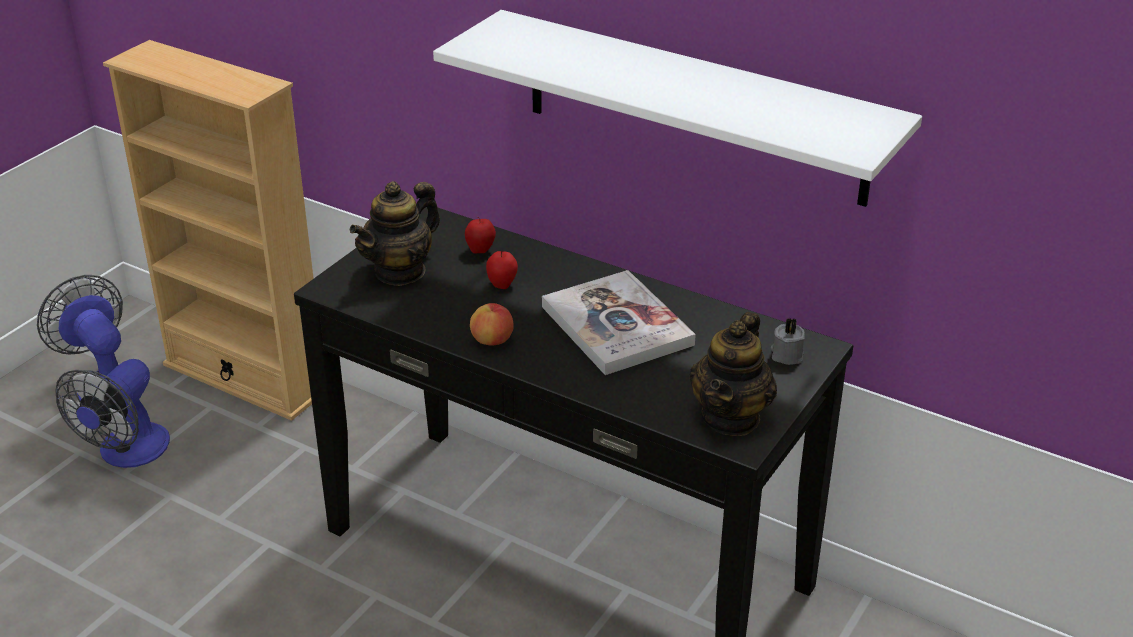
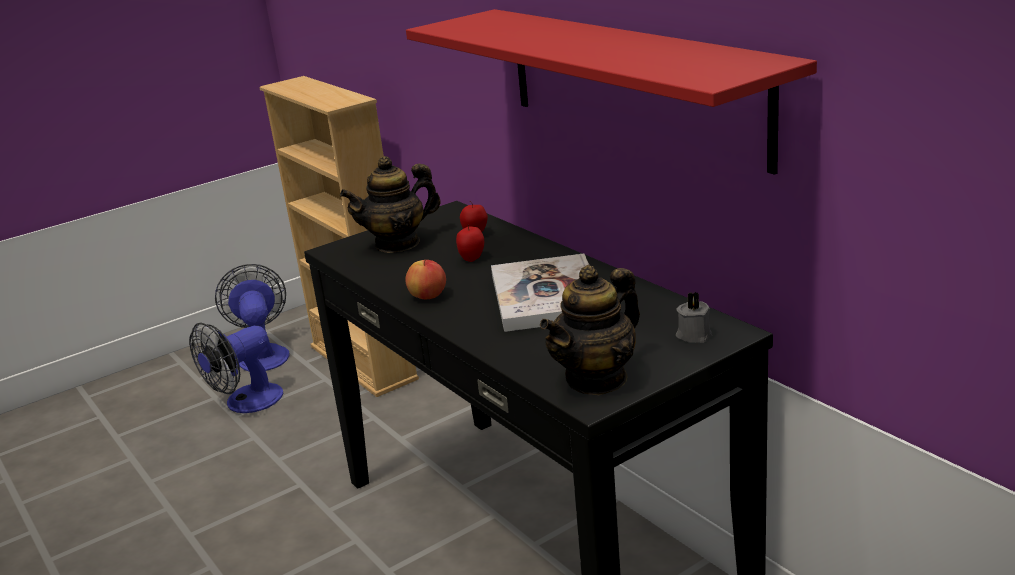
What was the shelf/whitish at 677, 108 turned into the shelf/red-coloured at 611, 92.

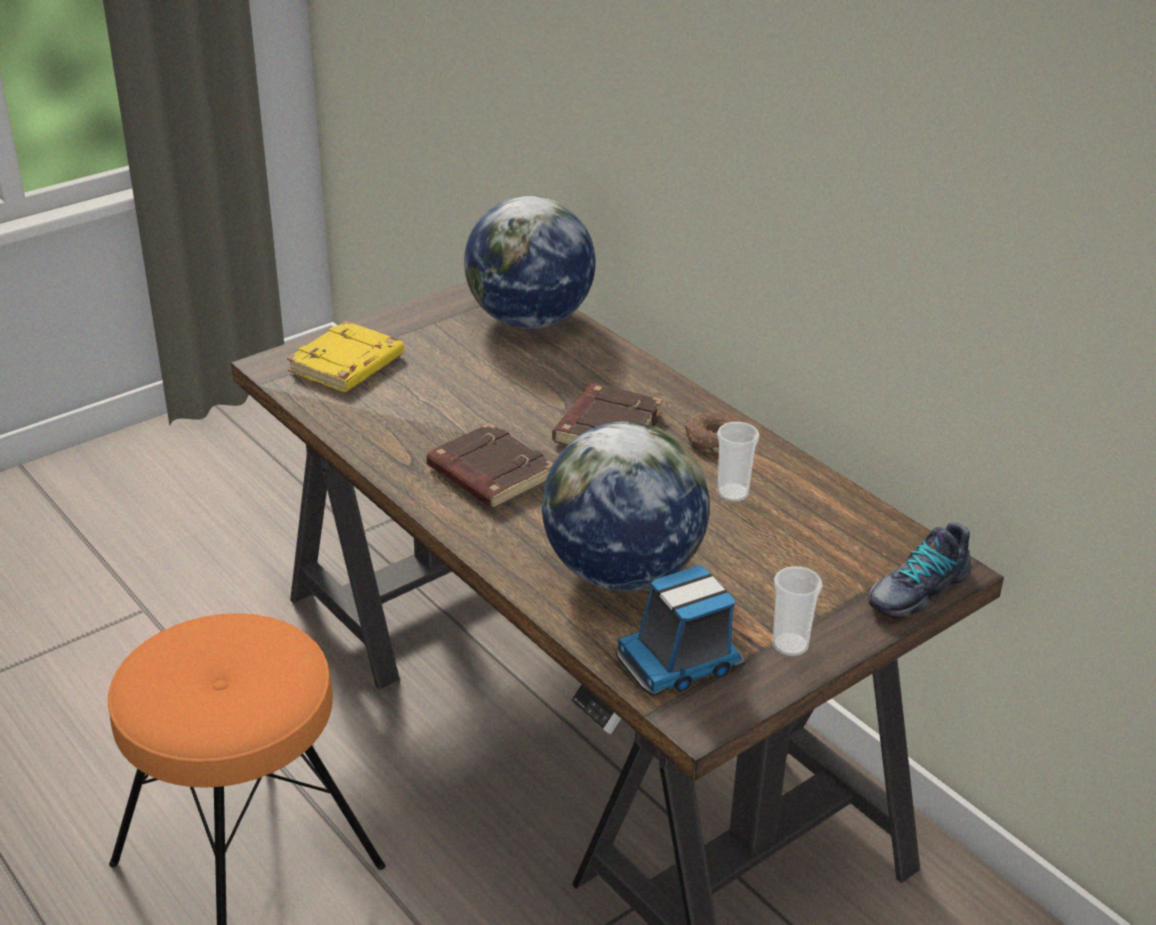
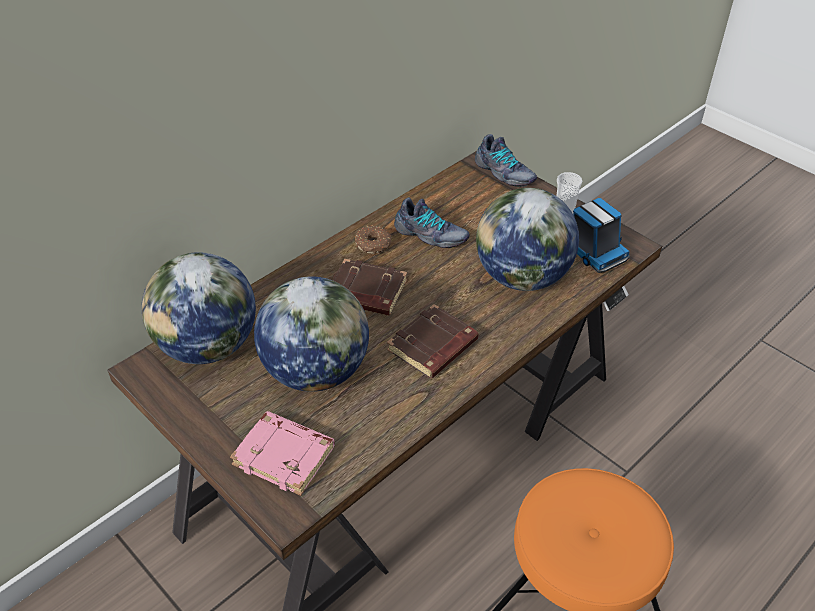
What was the book/yellow at 345, 356 turned into the book/pinkish at 282, 453. Where the small cup stood at 738, 462, the item of footwear came to stand at 431, 222. The second view gained the desk globe at 311, 334.

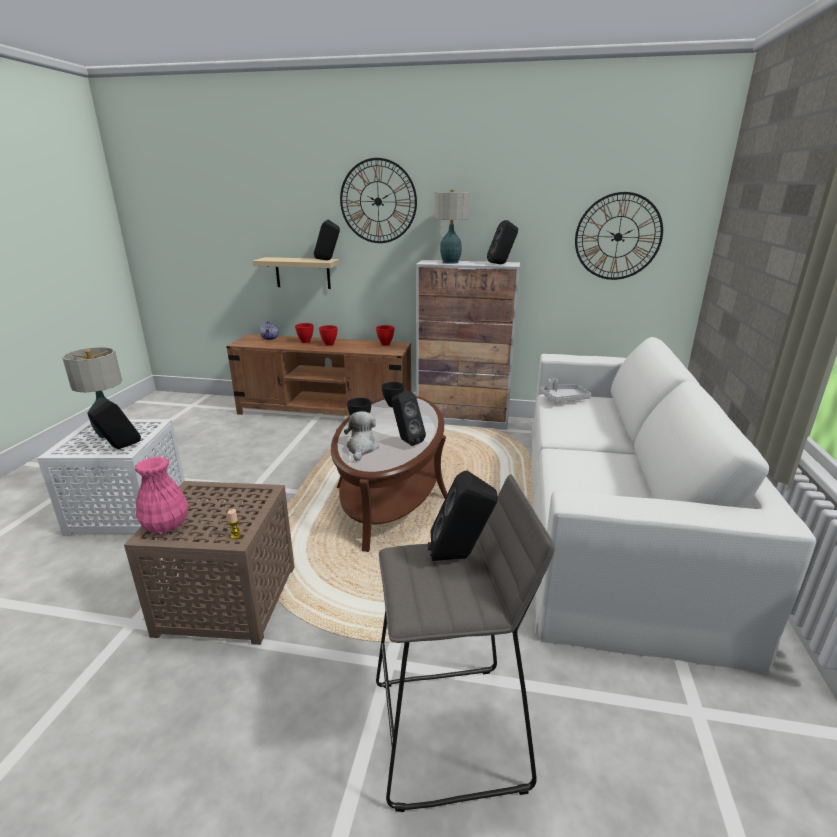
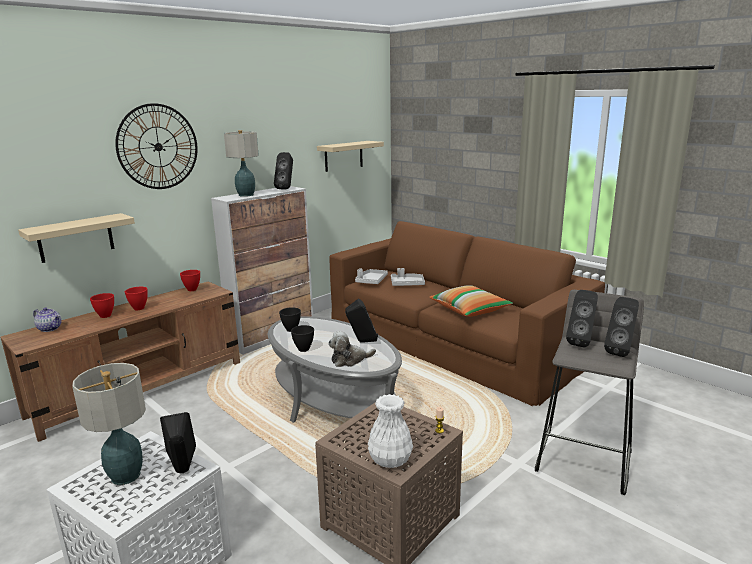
What was the vase/pinkish at 162, 494 turned into the vase/whitish at 390, 431. The loudspeaker/blackish ended up elsewhere, having gone from 327, 240 to 621, 327. What was the coffee table/brownish at 389, 474 turned into the coffee table/grey at 335, 369. The soft toy at 361, 436 ended up facing another way, 60 degrees counterclockwise from before. What was the sofa/whitish at 673, 505 turned into the sofa/brownish at 467, 313. Where the clock on the wall hung at 619, 236, the shelf/beige-coloured came to hang at 350, 156. The second view gained the carrying tray/grey at 408, 277. The second view gained the throw pillow at 471, 301.

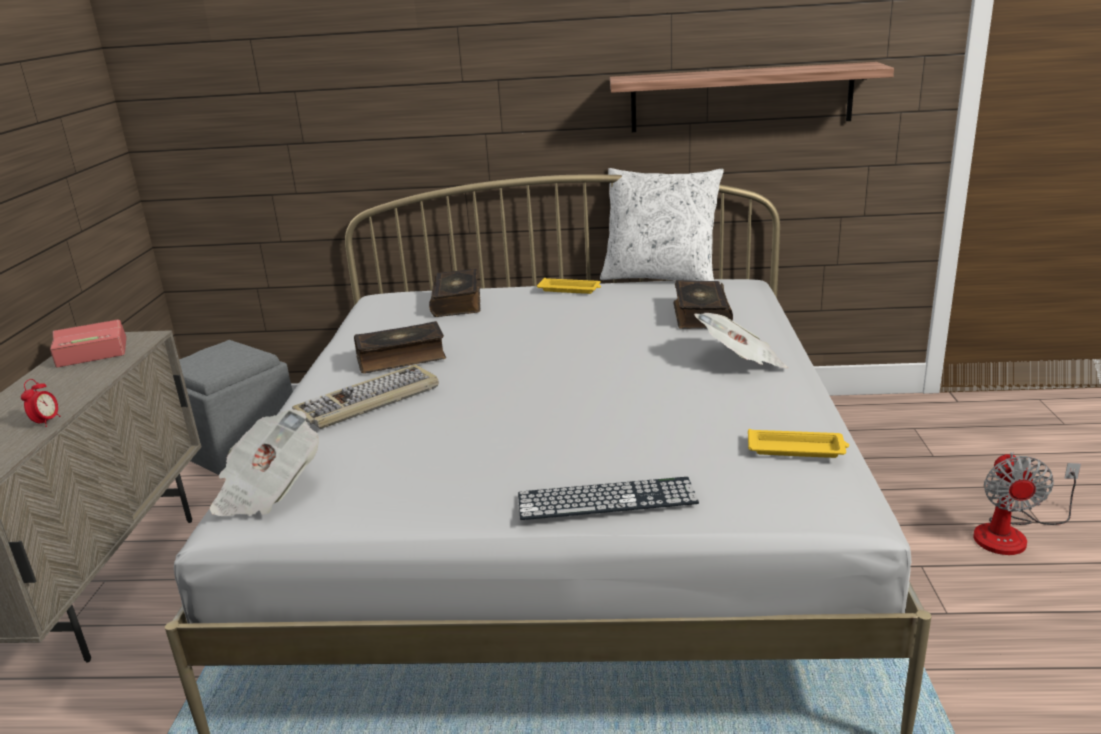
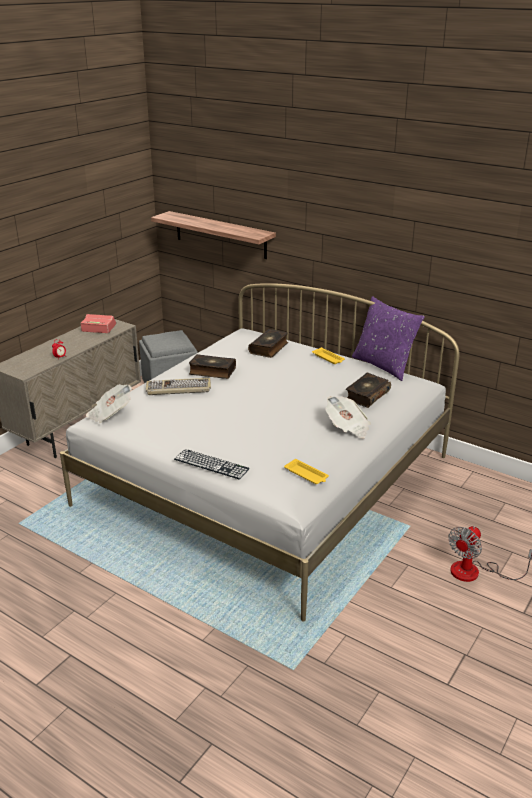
What was the throw pillow/whitish at 662, 224 turned into the throw pillow/purple-coloured at 388, 338. The shelf ended up elsewhere, having gone from 752, 97 to 213, 235.

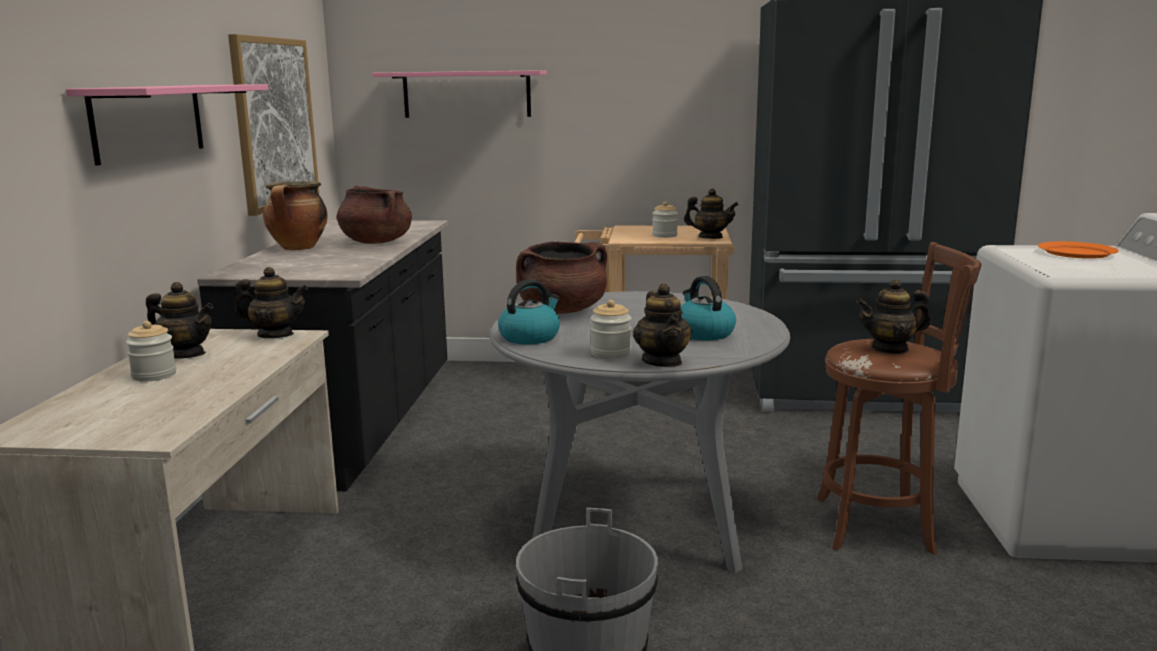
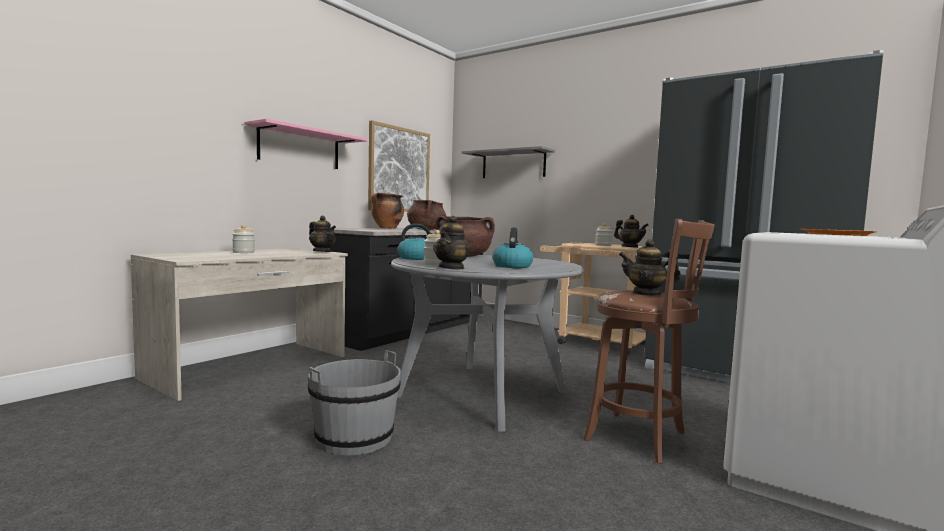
The second view lost the pot for tea at 179, 320. What was the shelf/pinkish at 459, 94 turned into the shelf/grey at 508, 162.

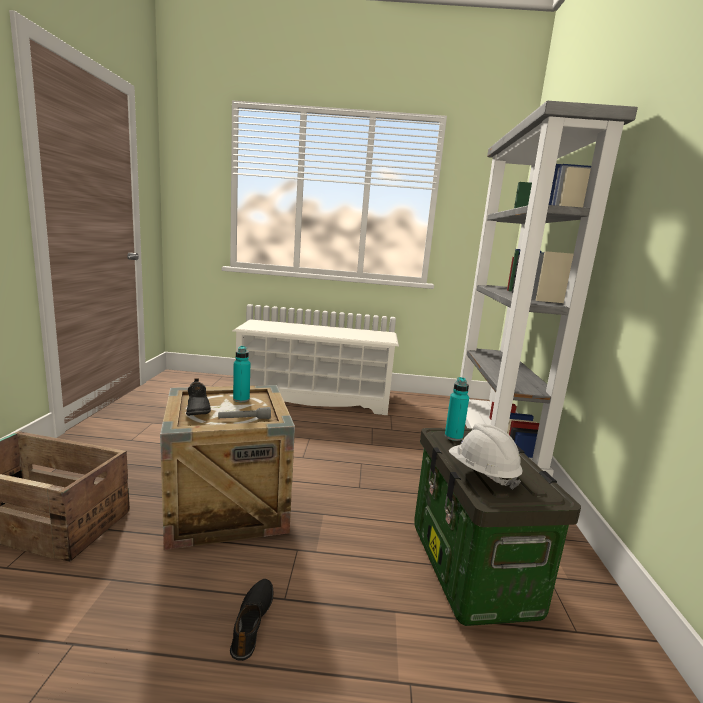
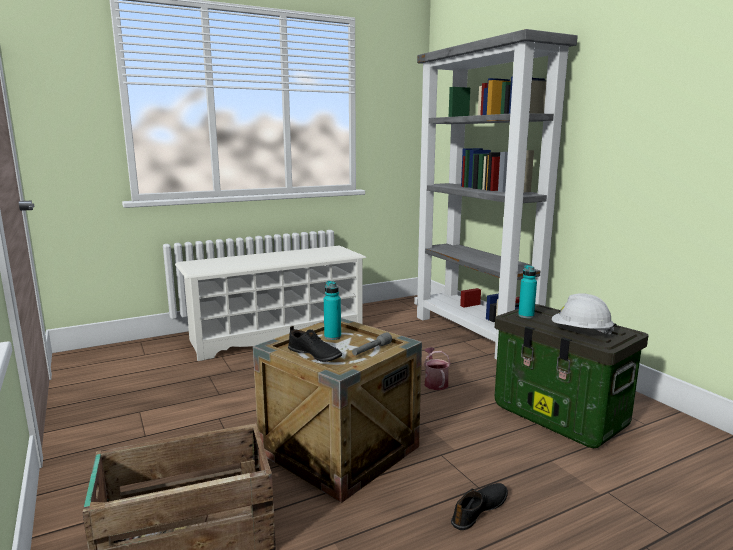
The item of footwear/blackish at 251, 620 ended up facing another way, 75 degrees clockwise from before. The second view gained the watering can at 437, 368.

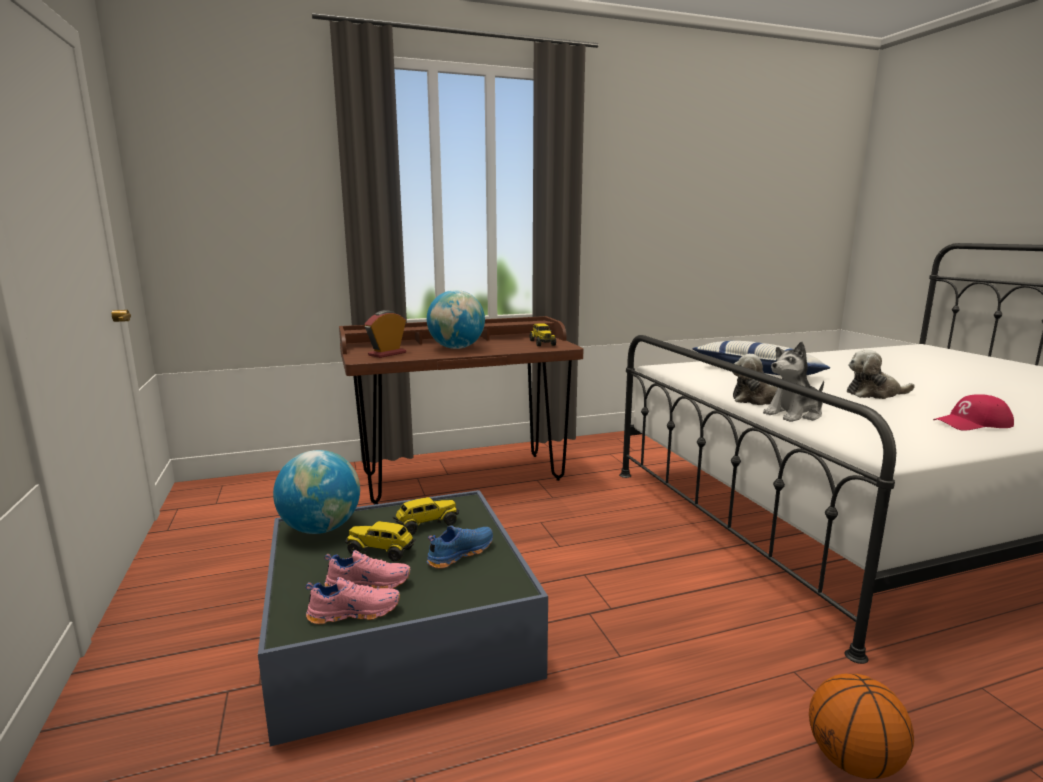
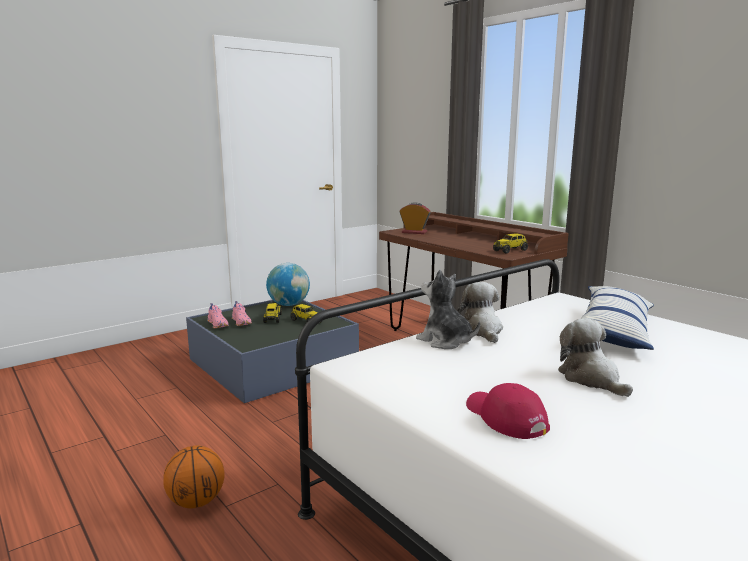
The second view lost the desk globe at 456, 319. The second view lost the item of footwear/blue-coloured at 460, 547.

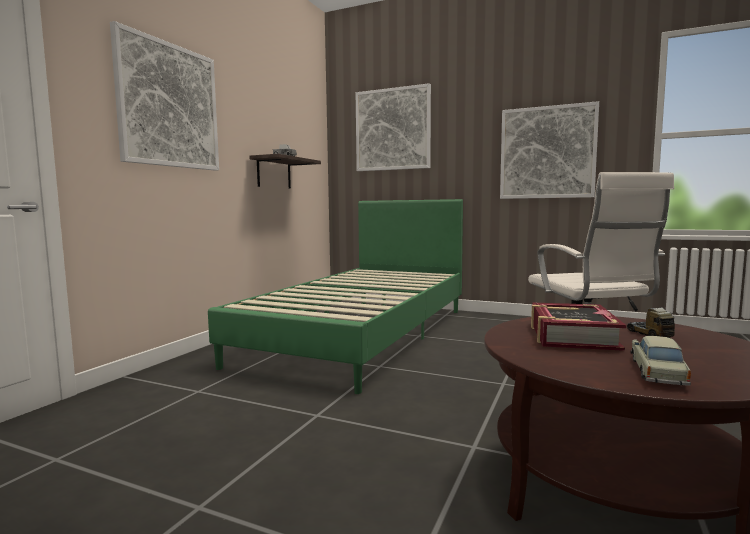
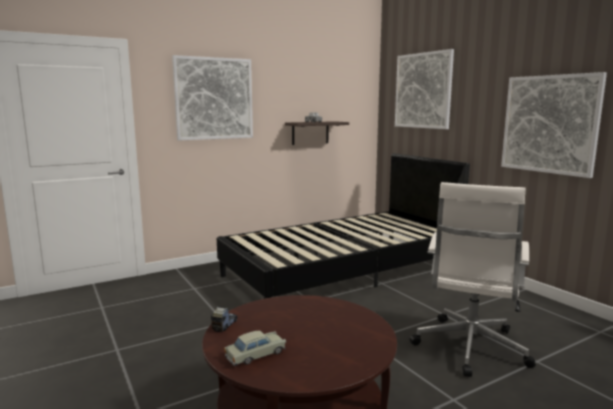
What was the sleeping bed/greenish at 335, 296 turned into the sleeping bed/blackish at 343, 226. The second view lost the book at 578, 326. The toy lorry ended up elsewhere, having gone from 651, 322 to 224, 319.

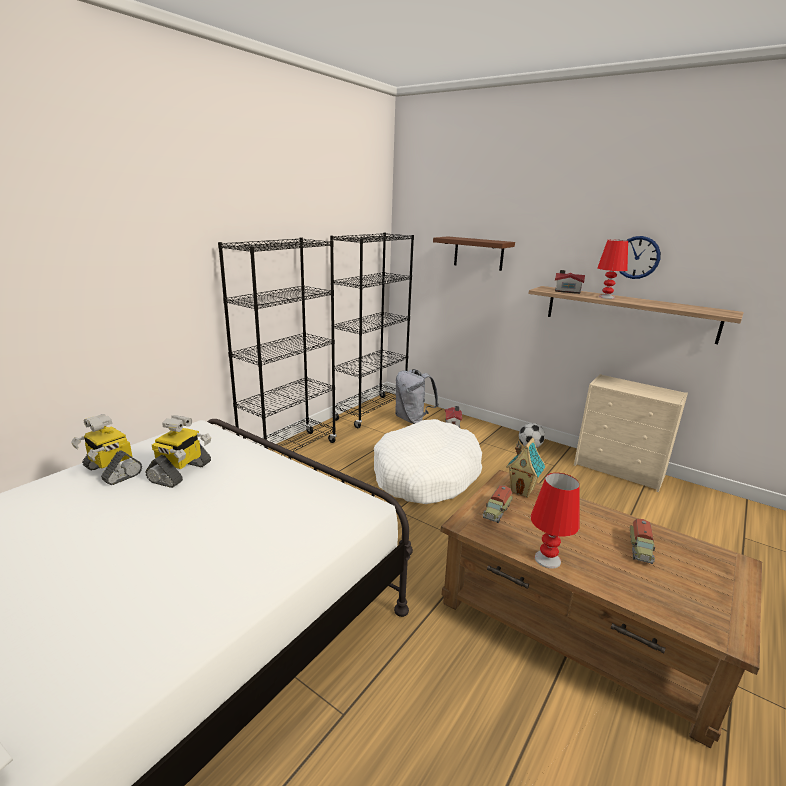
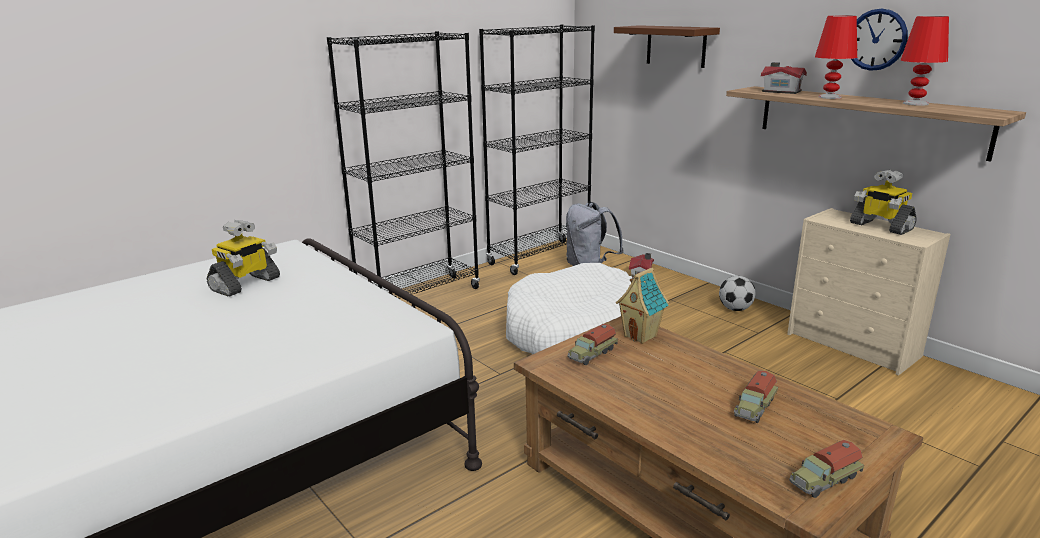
The model robot ended up elsewhere, having gone from 106, 449 to 883, 202. The table lamp/red-coloured ended up elsewhere, having gone from 555, 521 to 925, 61. The second view gained the toy lorry at 826, 469.

